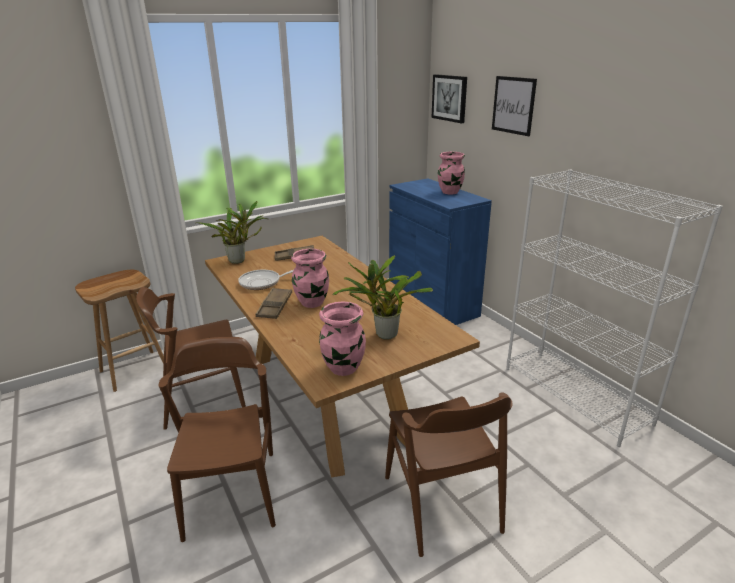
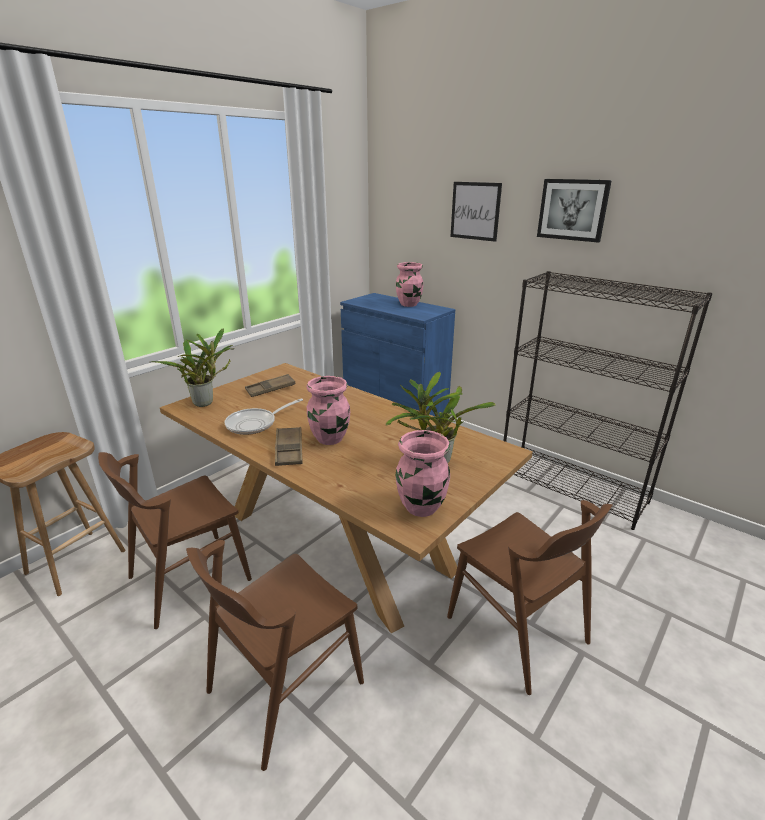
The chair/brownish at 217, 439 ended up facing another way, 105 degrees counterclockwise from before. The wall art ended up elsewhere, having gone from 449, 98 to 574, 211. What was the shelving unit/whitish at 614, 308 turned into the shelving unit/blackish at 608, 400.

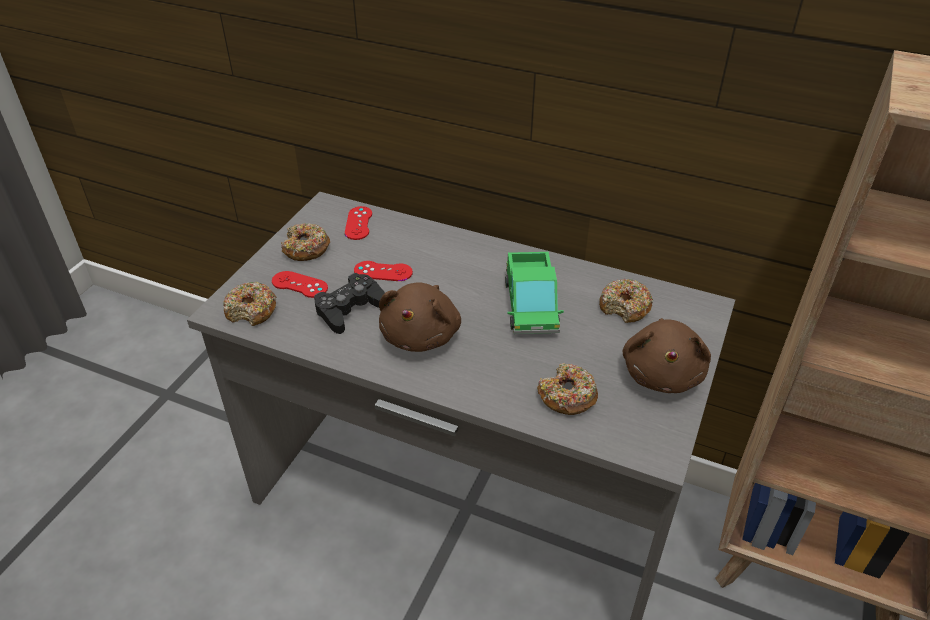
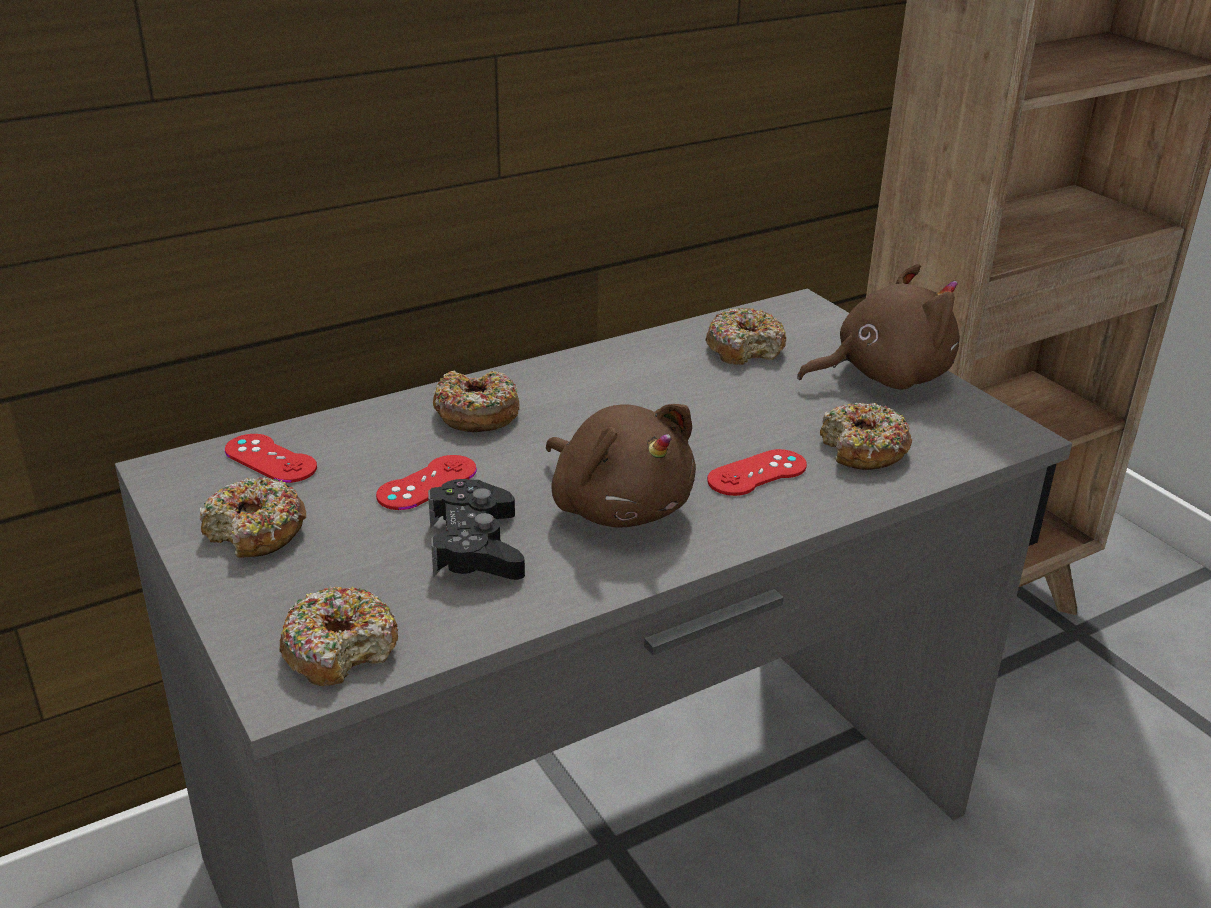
The game controller/red-coloured ended up elsewhere, having gone from 300, 284 to 757, 472. The second view lost the toy lorry at 534, 293. The soft toy/brownish at 666, 355 ended up facing another way, 60 degrees counterclockwise from before. The second view gained the doughnut at 476, 401.

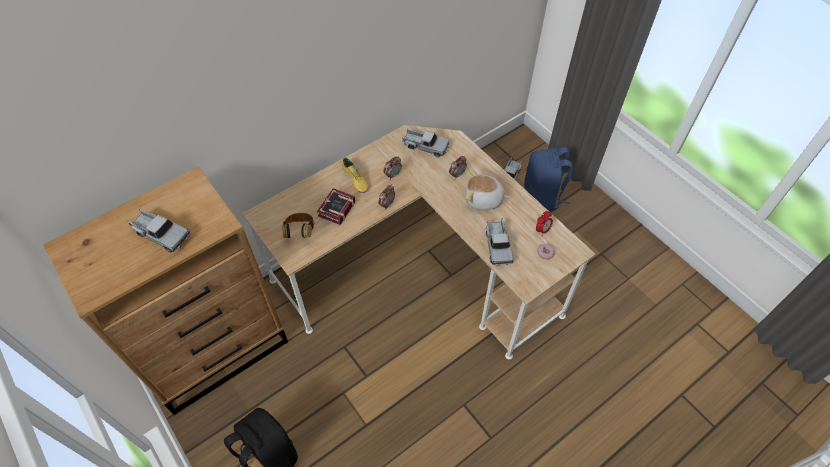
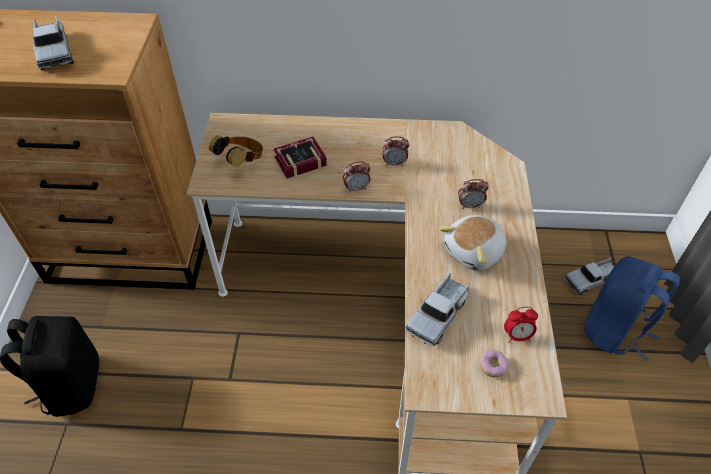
The second view lost the item of footwear/yellow at 355, 175. The second view lost the toy lorry at 425, 143. The soft toy at 487, 190 ended up facing another way, 90 degrees counterclockwise from before.

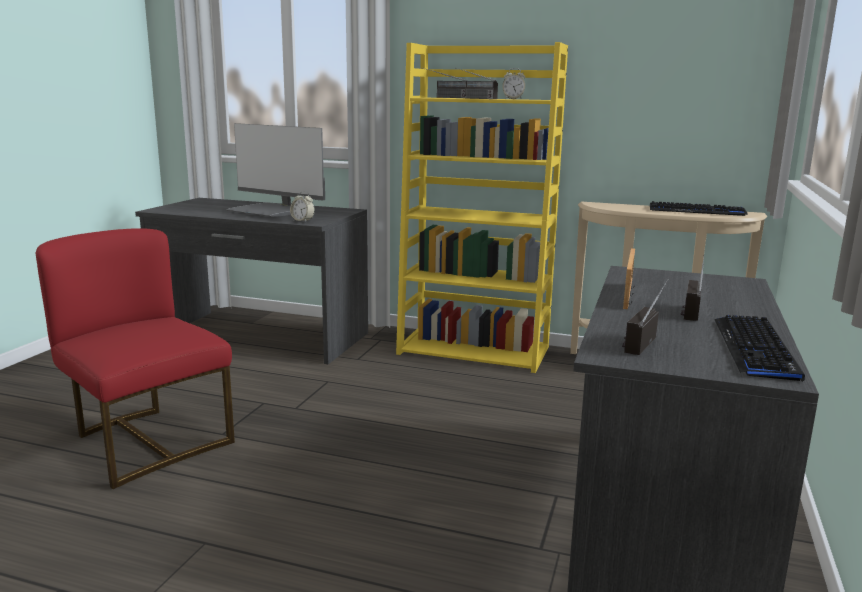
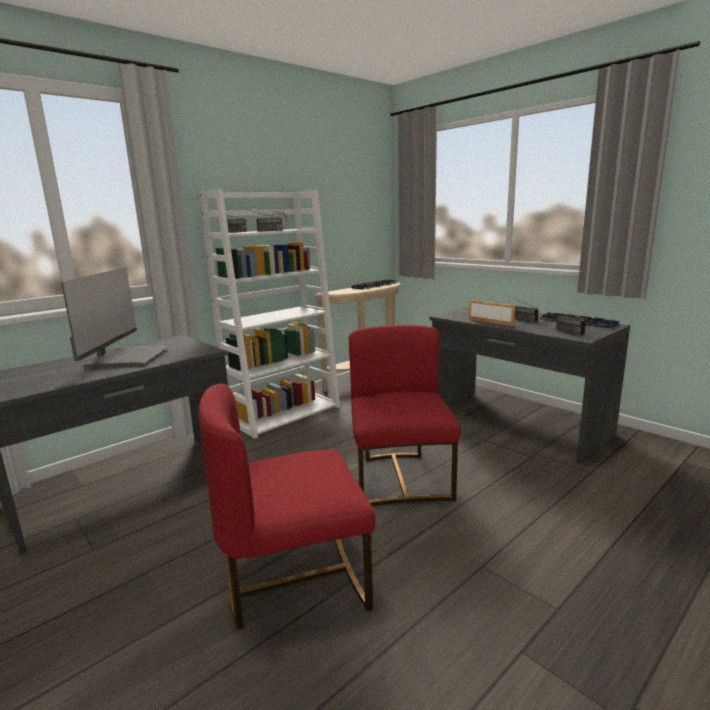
The monitor at 275, 170 ended up facing another way, 60 degrees counterclockwise from before. The second view lost the table clock at 302, 206. What was the shelving unit/yellow at 482, 207 turned into the shelving unit/whitish at 269, 313. The second view gained the chair/red-coloured at 404, 415.

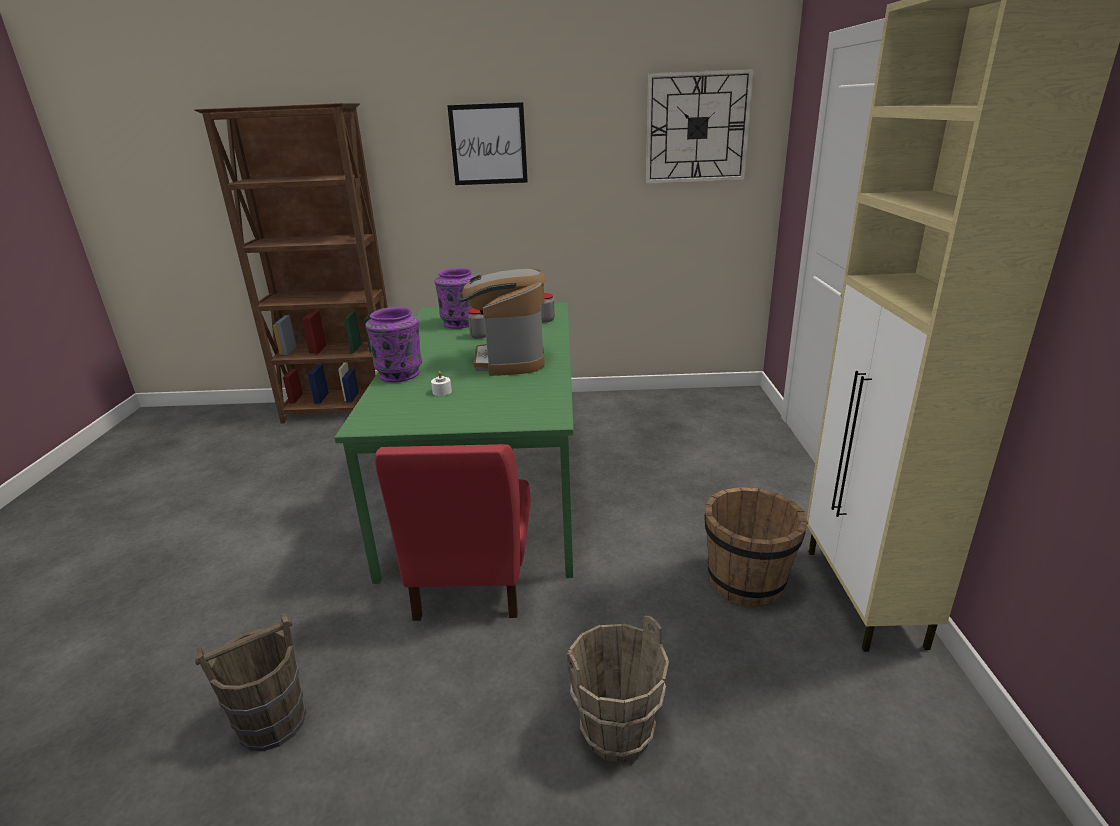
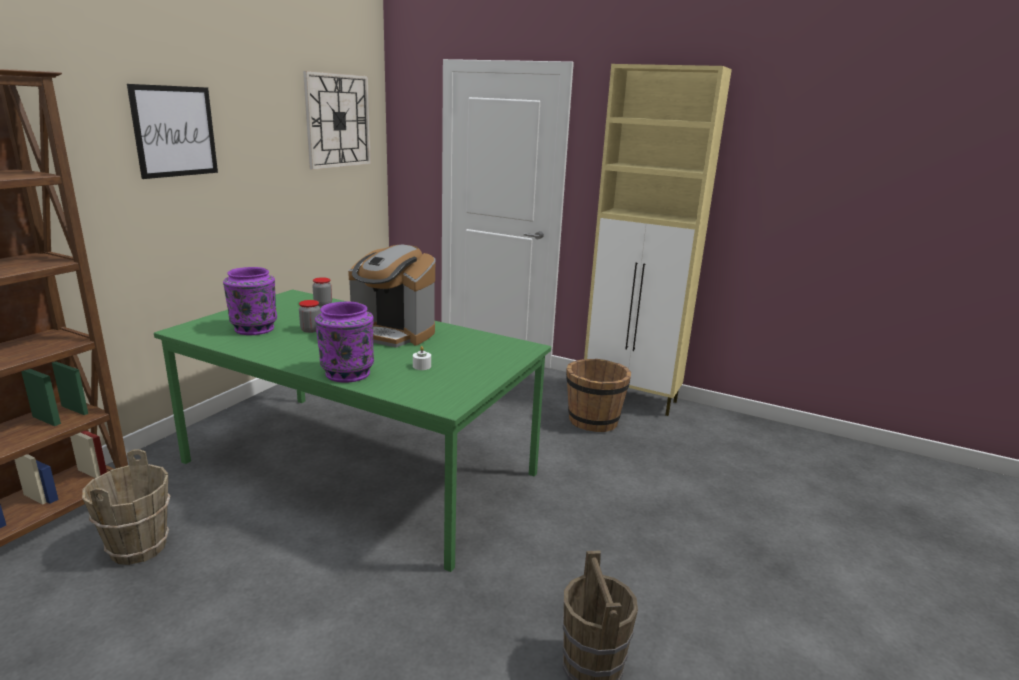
The second view lost the chair/red-coloured at 453, 532. The water bucket/brownish ended up elsewhere, having gone from 618, 689 to 126, 507.

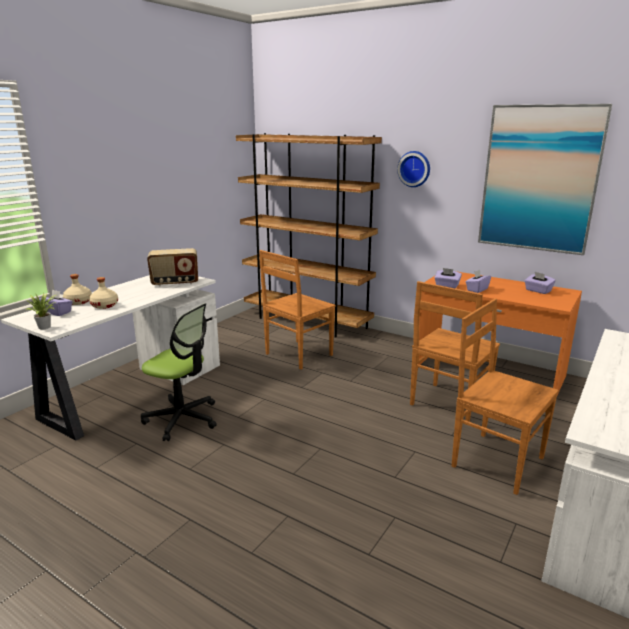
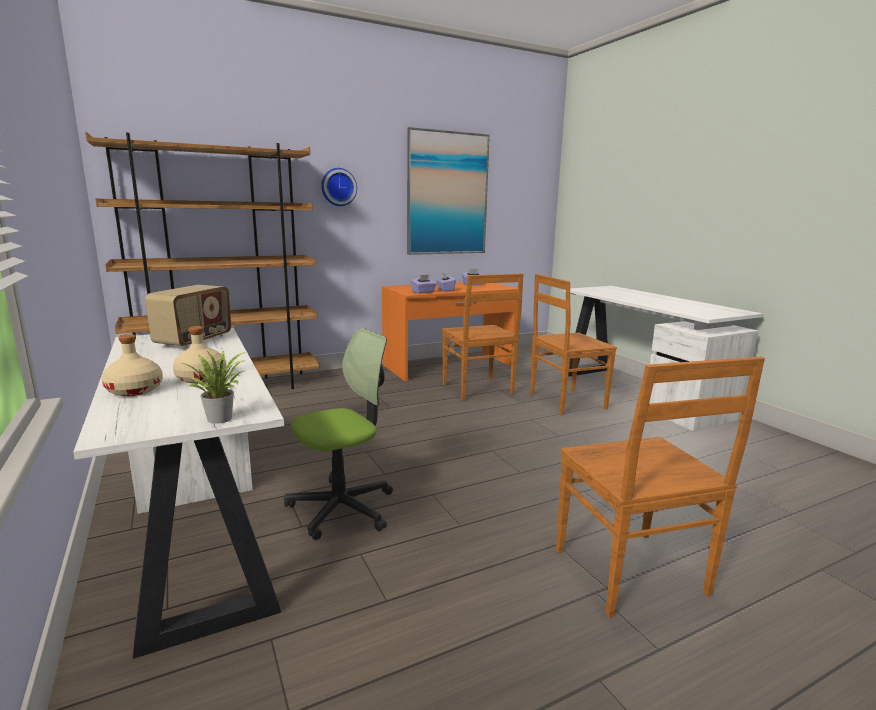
The second view lost the box of tissues/purple-coloured at 56, 303. The chair/brownish ended up elsewhere, having gone from 297, 310 to 660, 487.

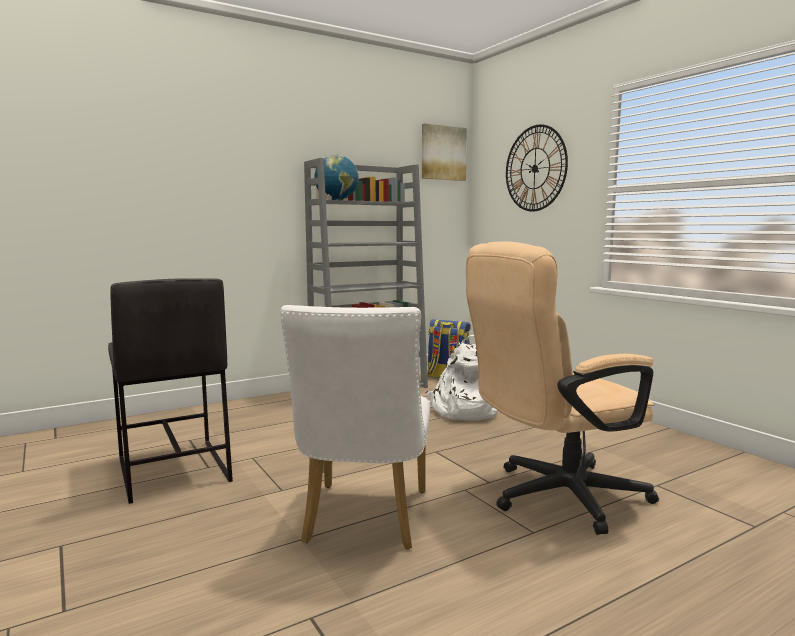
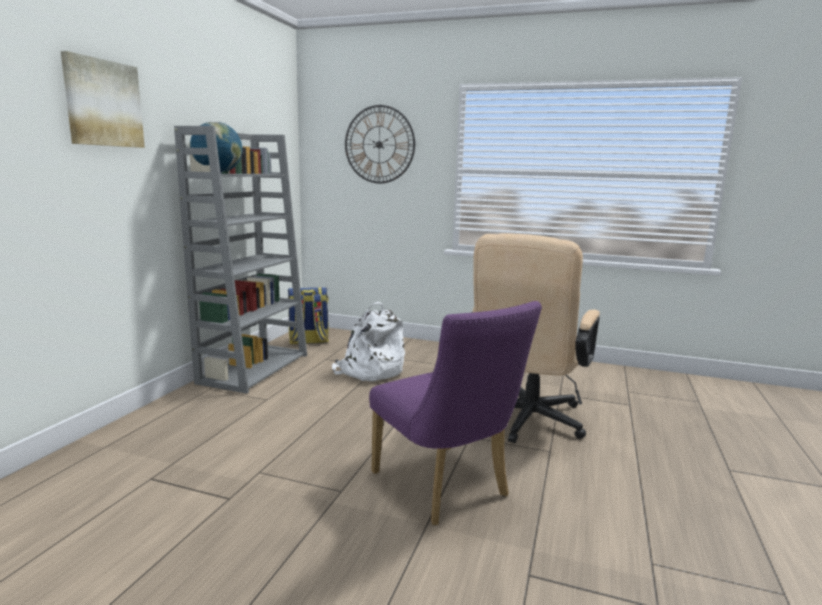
The second view lost the sitting stool/grey at 170, 391. What was the chair/whitish at 355, 427 turned into the chair/purple-coloured at 455, 413. The wall art ended up elsewhere, having gone from 444, 152 to 103, 99.

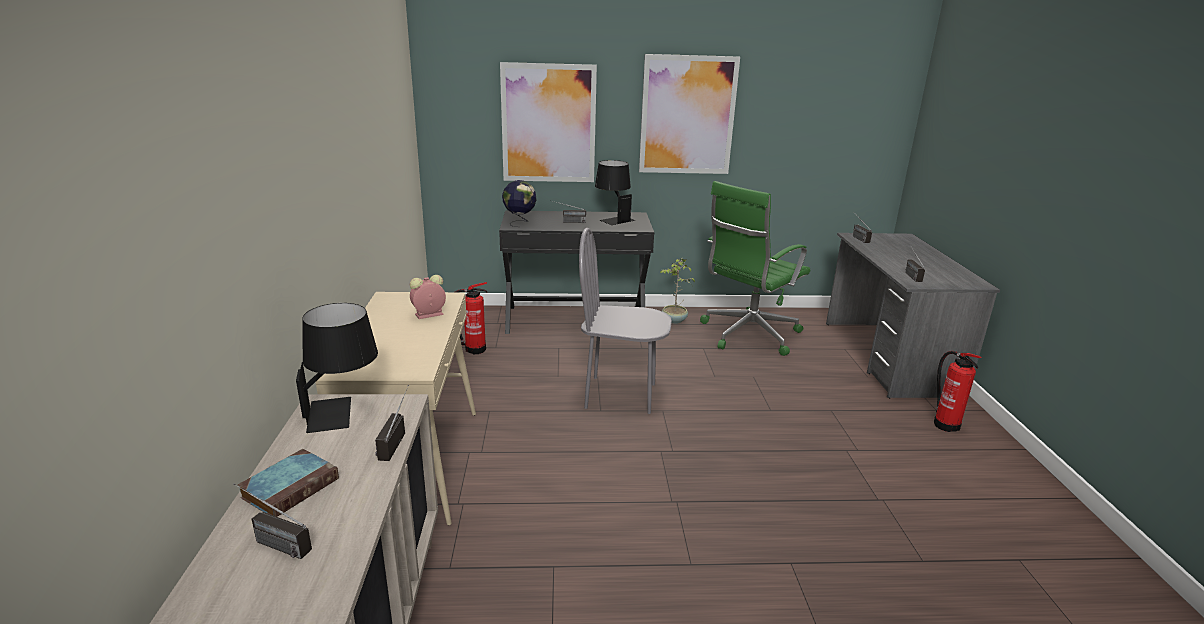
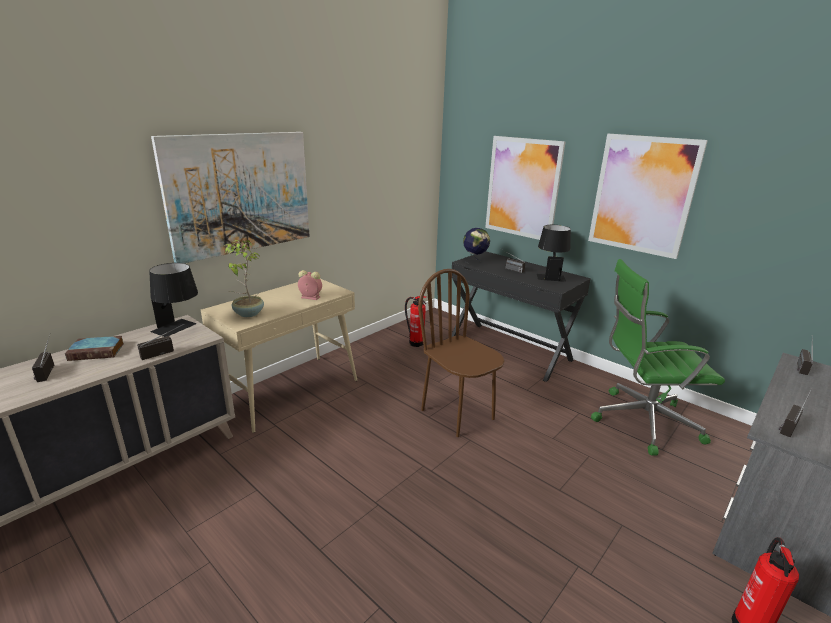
What was the chair/grey at 625, 321 turned into the chair/brownish at 461, 353. The houseplant ended up elsewhere, having gone from 677, 291 to 244, 278. The second view gained the wall art at 230, 197.

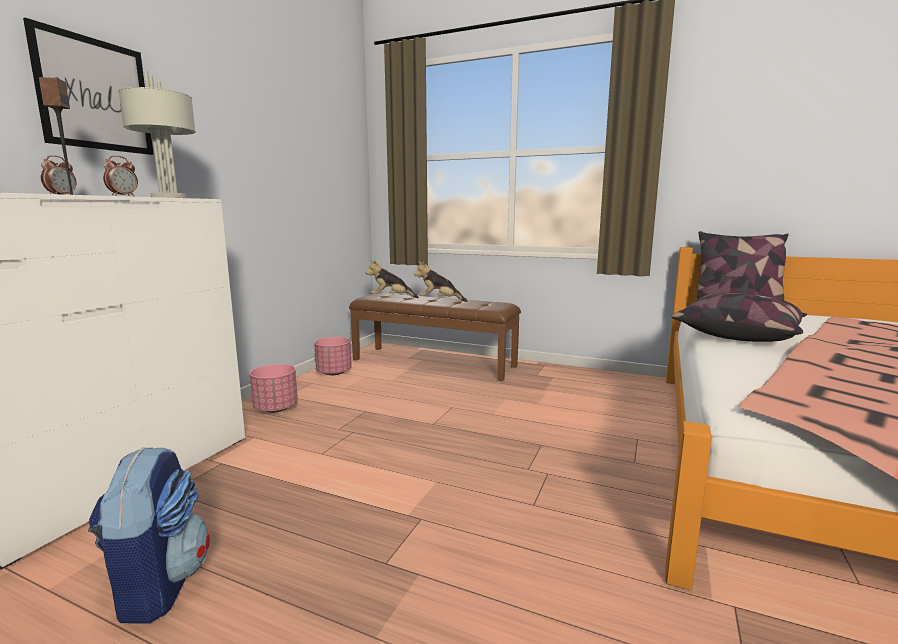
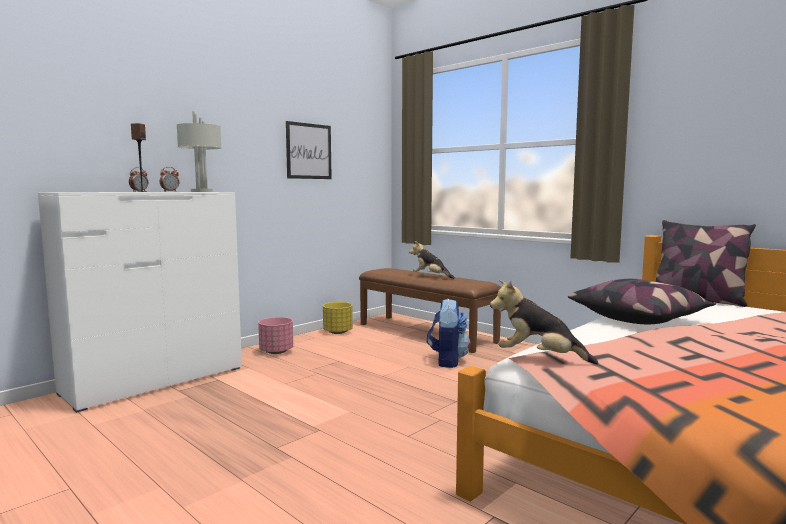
The wall art ended up elsewhere, having gone from 88, 86 to 309, 150. The knapsack ended up elsewhere, having gone from 149, 535 to 449, 333. What was the flower pot/pinkish at 333, 356 turned into the flower pot/yellow at 338, 318. The soft toy ended up elsewhere, having gone from 392, 279 to 544, 322.

